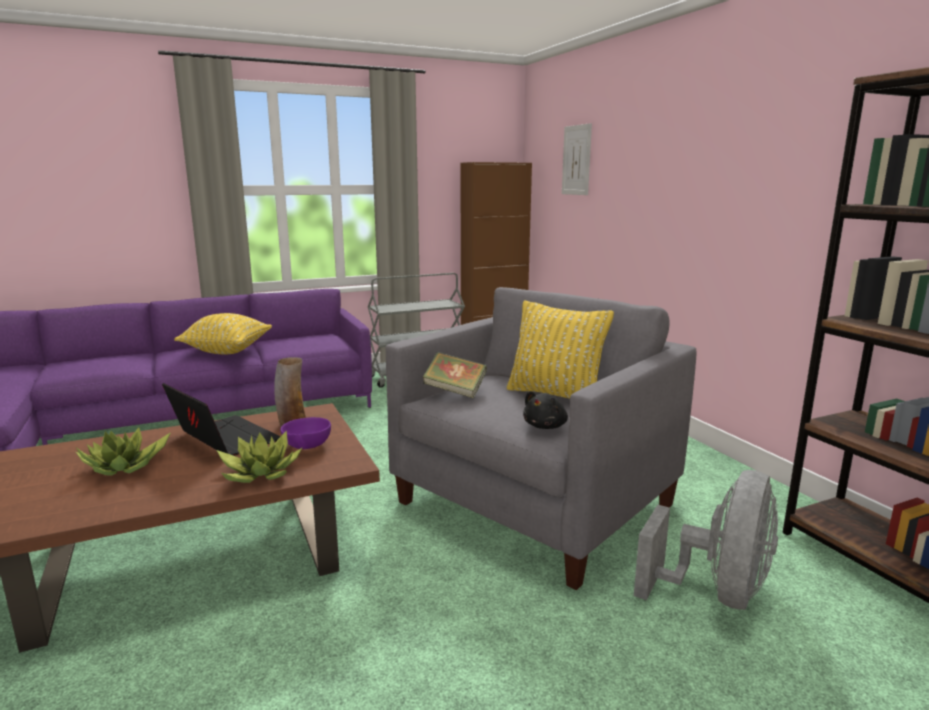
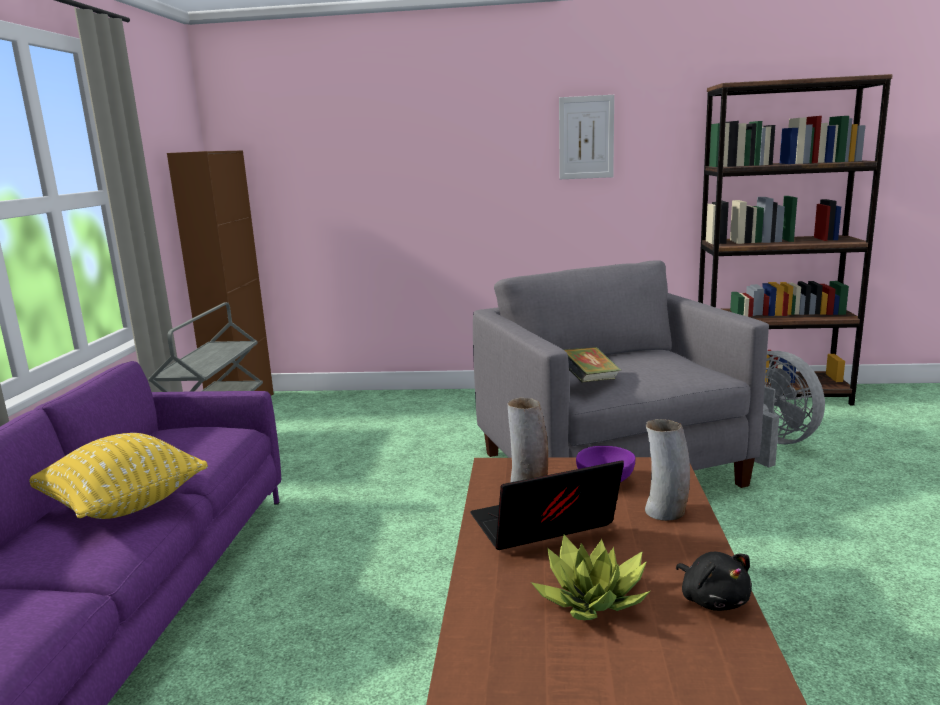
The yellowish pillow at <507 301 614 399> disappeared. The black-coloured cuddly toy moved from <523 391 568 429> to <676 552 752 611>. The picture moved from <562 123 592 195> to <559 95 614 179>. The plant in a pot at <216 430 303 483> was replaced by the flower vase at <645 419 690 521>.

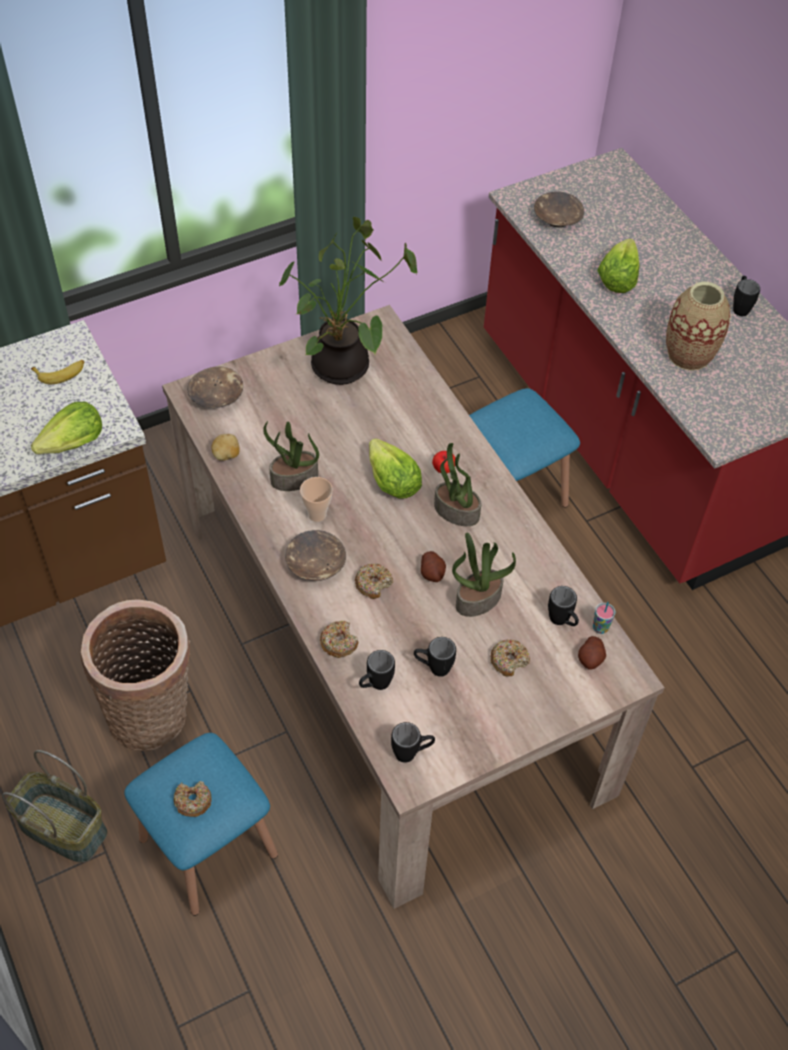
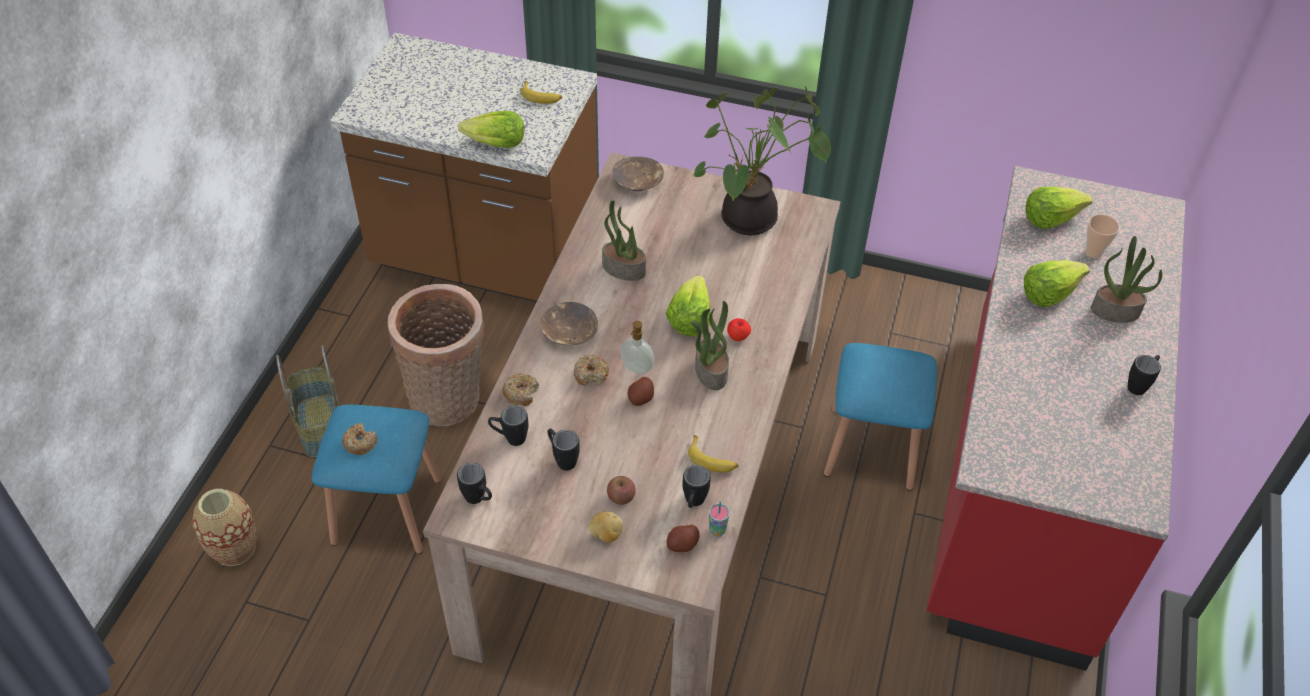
The soap dispenser at <620 321 654 375> appeared. The whole banana at <688 435 738 473> appeared. The whole potato moved from <211 434 240 461> to <589 511 623 543>. The small cup moved from <300 477 333 522> to <1085 214 1120 258>. The plant in a pot moved from <452 532 516 617> to <1091 236 1162 323>. The flower vase moved from <666 281 730 371> to <192 489 257 566>. The ring doughnut at <490 639 530 677> was replaced by the apple at <607 476 636 505>. The brown deep dish at <534 191 584 227> was replaced by the lettuce head at <1026 187 1093 229>.

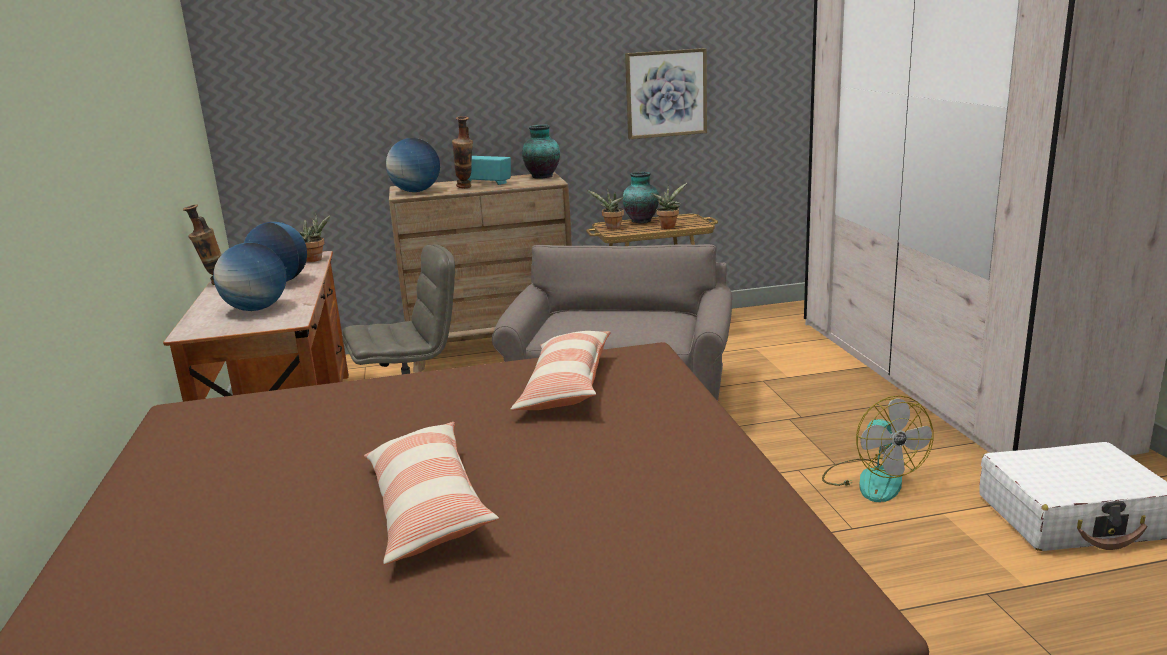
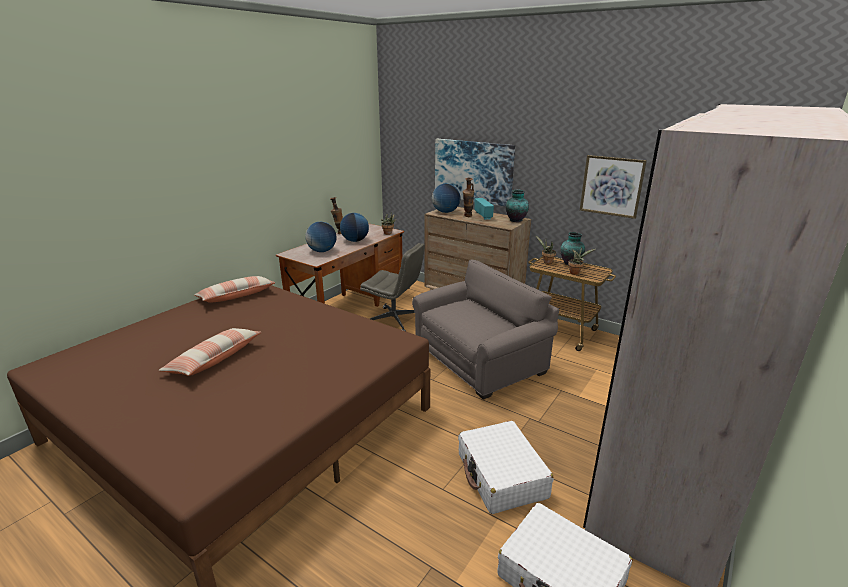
The picture at <435 139 515 207> appeared. The pillow moved from <511 331 611 410> to <194 276 276 303>. The fan at <822 395 934 502> was replaced by the whitish travel case at <458 421 553 514>.

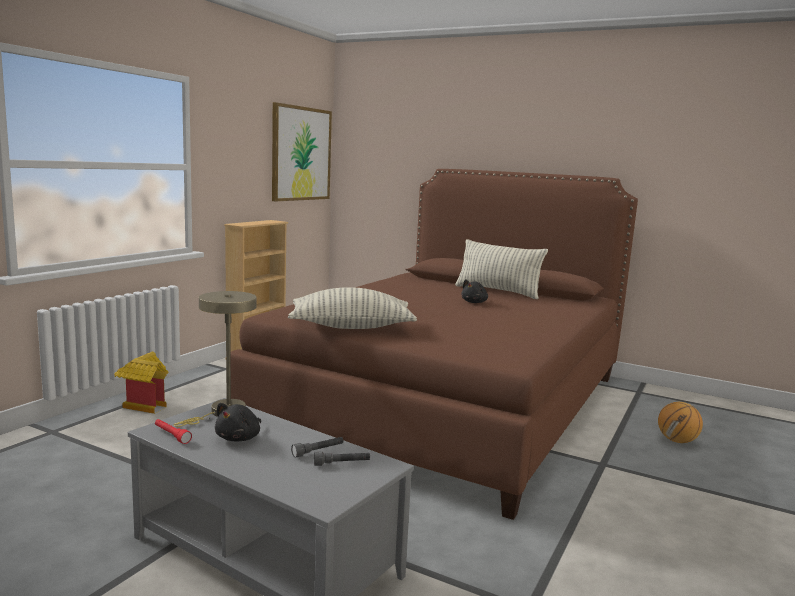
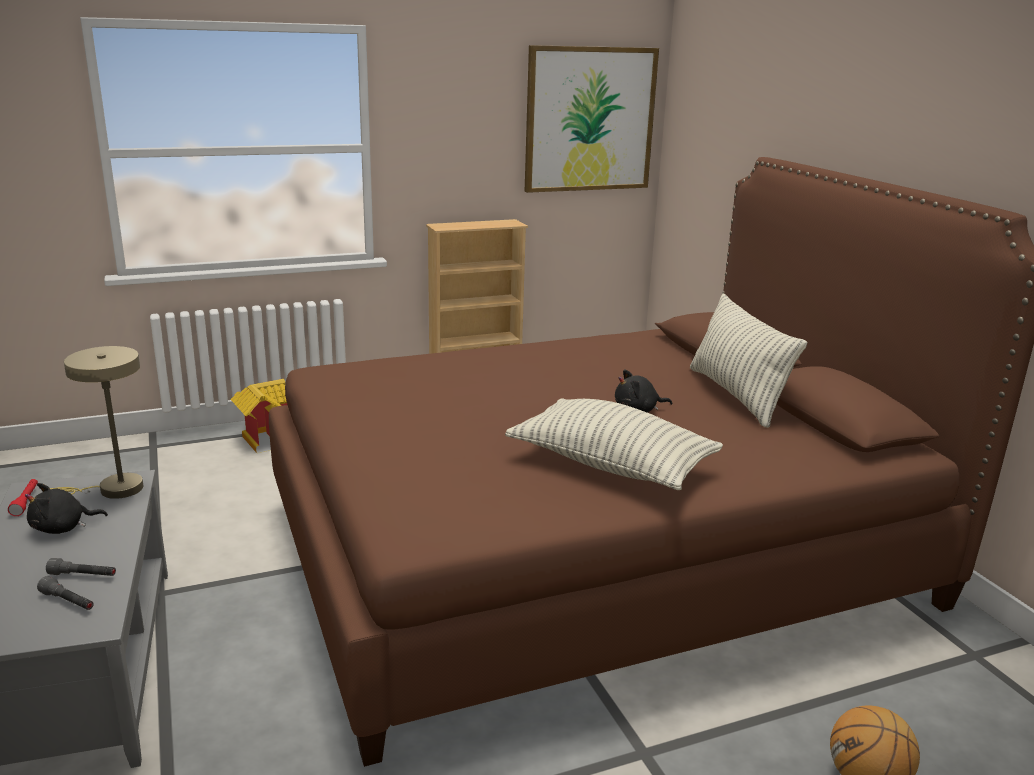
The pillow moved from <288 287 417 329> to <505 398 723 490>.

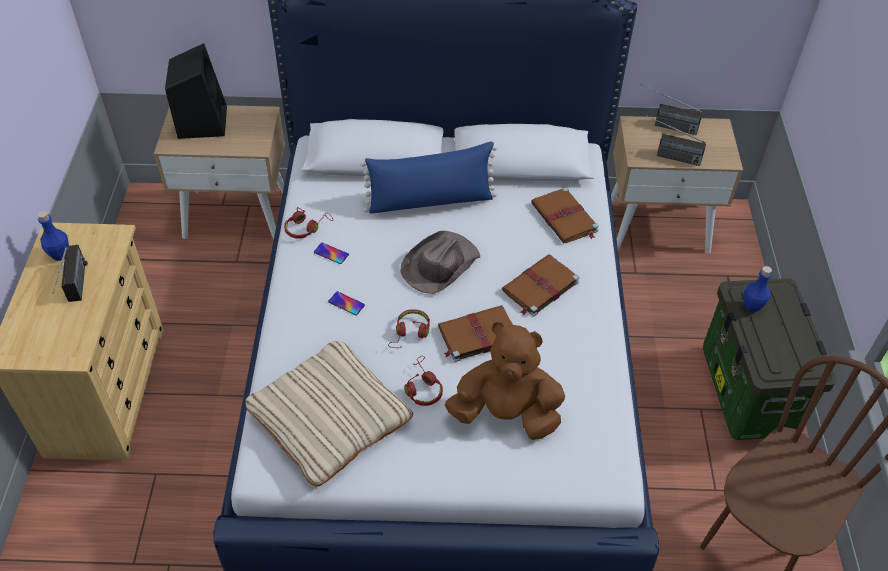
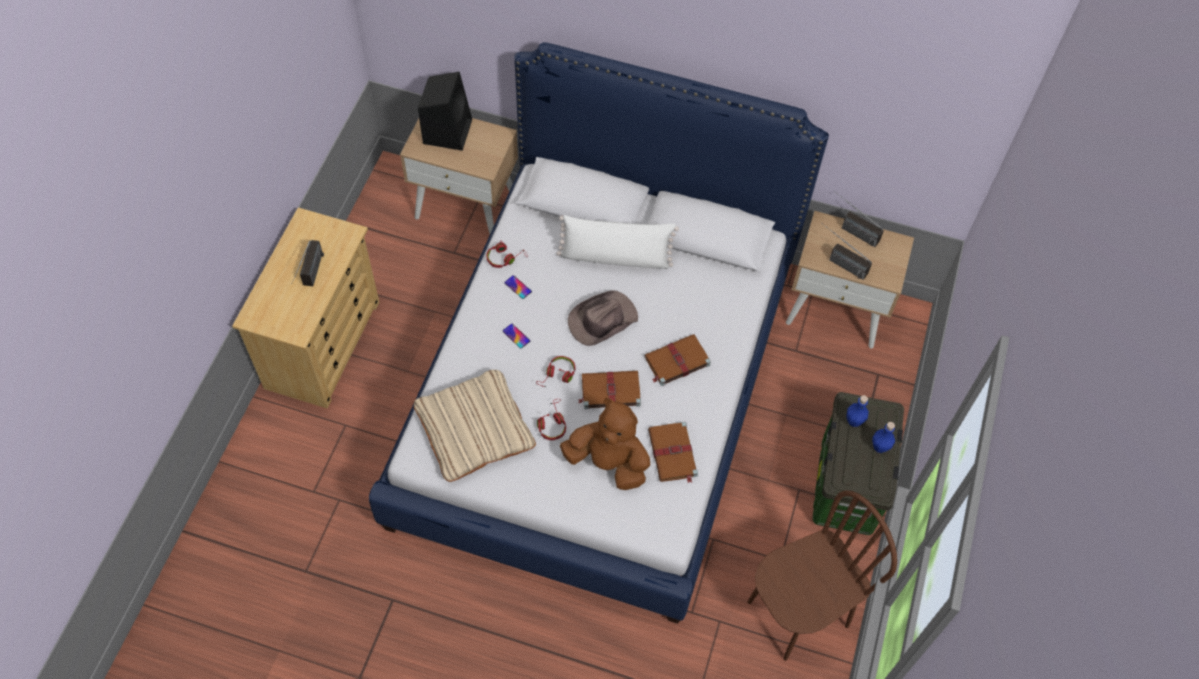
The blue beverage bottle moved from <38 211 69 261> to <872 422 895 453>. The brown book moved from <531 187 599 244> to <648 422 698 483>. The blue pillow at <360 142 497 214> became the whitish pillow at <556 215 679 269>.

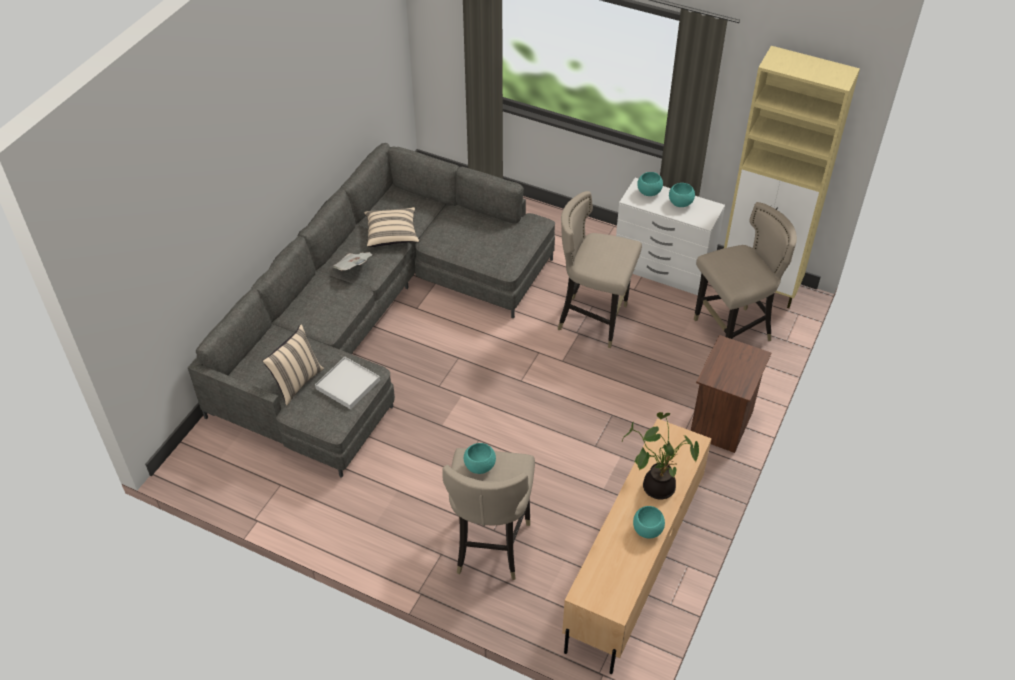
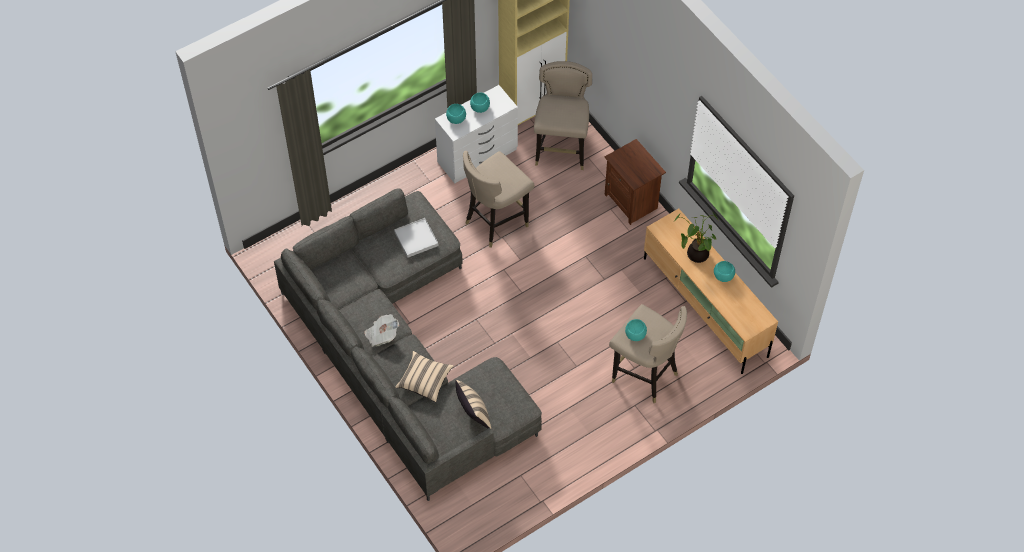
The whitish serving tray moved from <315 357 380 409> to <394 218 438 258>. The sand-coloured pillow moved from <364 207 419 247> to <395 351 454 402>.

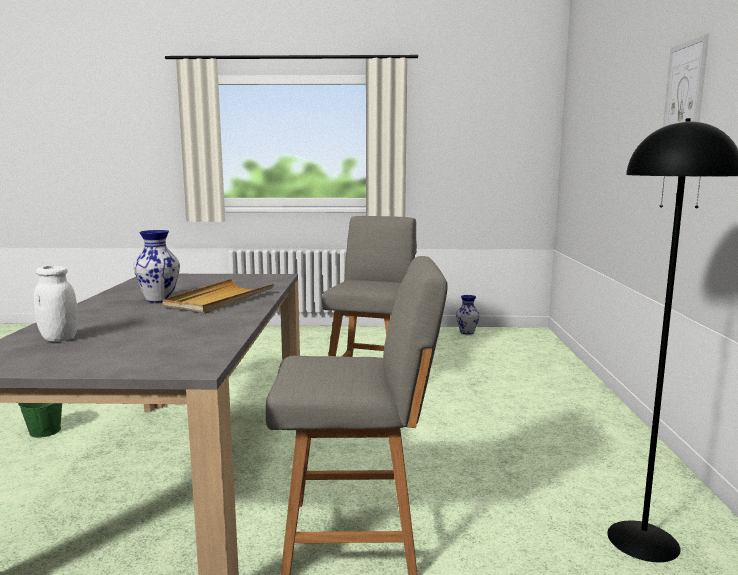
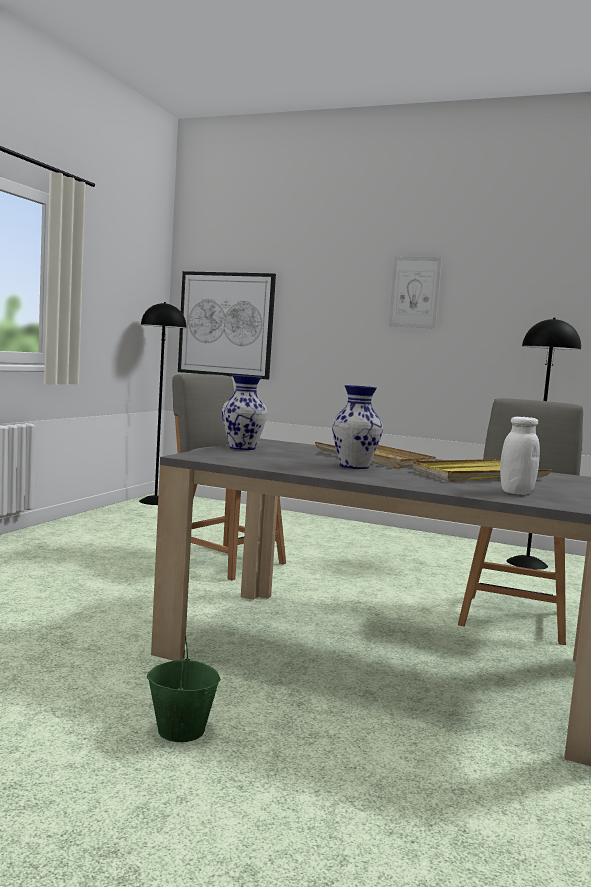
The black-coloured standing lamp at <139 302 186 505> appeared. The picture at <178 271 276 379> appeared. The yellowish serving tray at <413 459 551 482> appeared. The flower vase moved from <456 295 480 334> to <222 375 268 450>.

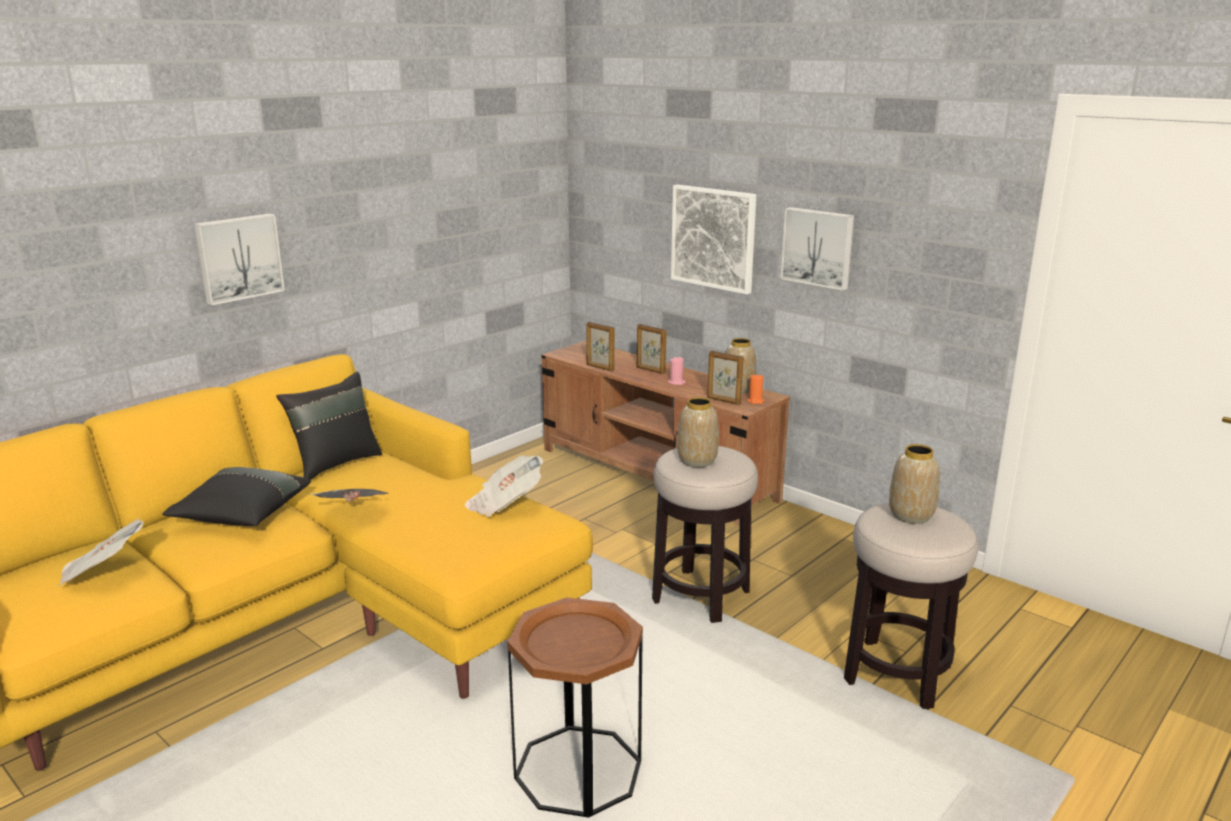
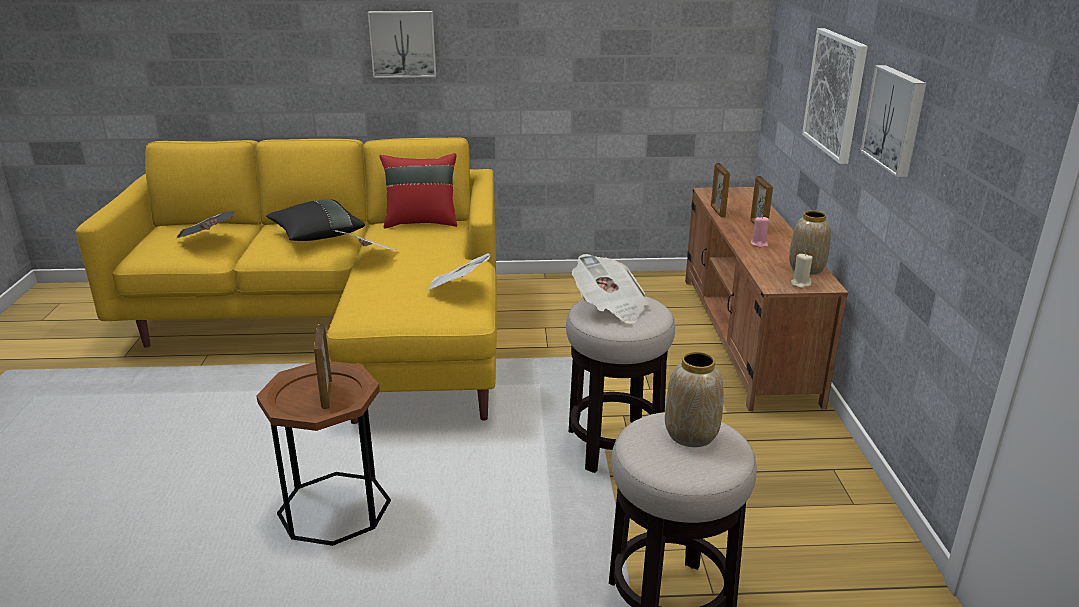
The picture frame moved from <707 351 744 405> to <314 324 332 409>. The flower vase at <677 397 719 467> was replaced by the daily paper at <572 254 650 324>. The black-coloured pillow at <276 372 382 480> became the red-coloured pillow at <380 153 457 228>. The orange wax light at <747 375 764 404> became the sand-coloured wax light at <791 253 813 288>.

